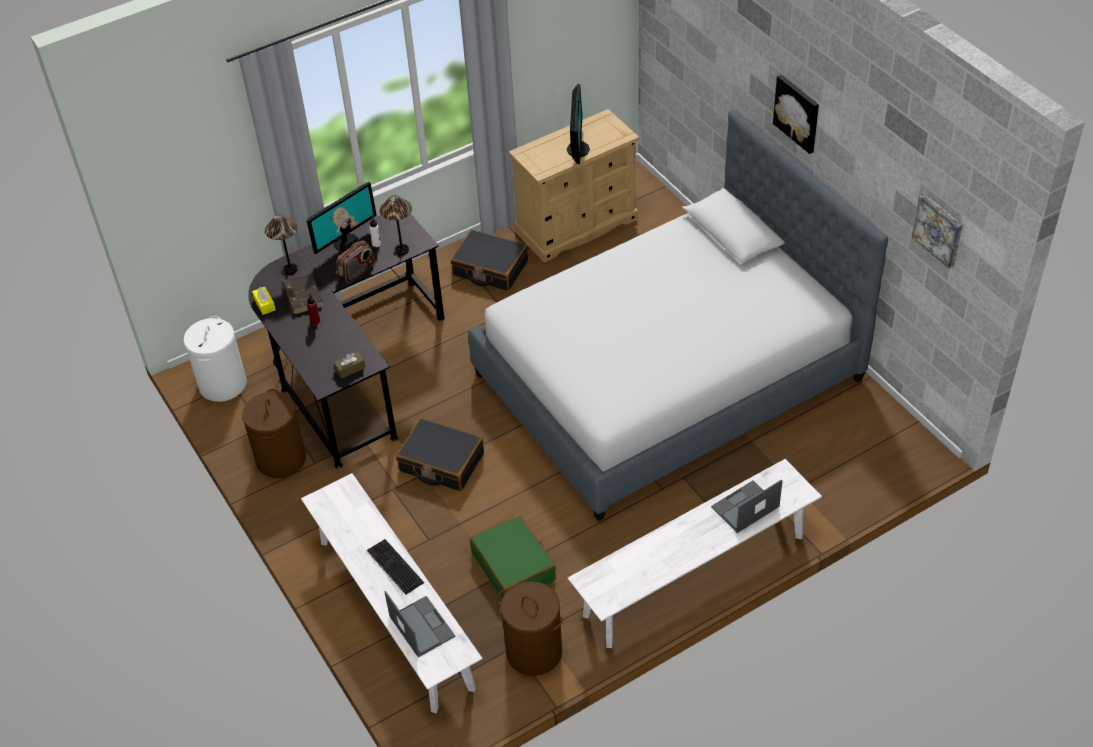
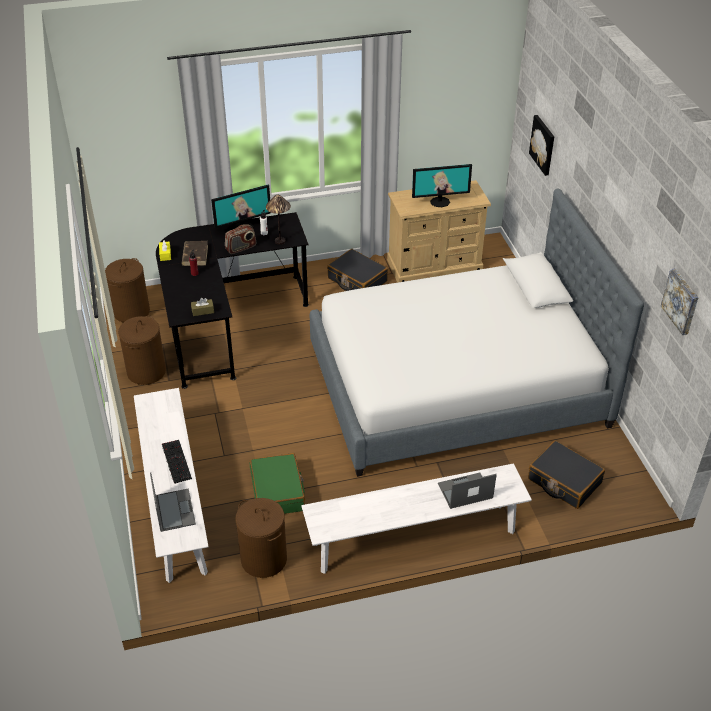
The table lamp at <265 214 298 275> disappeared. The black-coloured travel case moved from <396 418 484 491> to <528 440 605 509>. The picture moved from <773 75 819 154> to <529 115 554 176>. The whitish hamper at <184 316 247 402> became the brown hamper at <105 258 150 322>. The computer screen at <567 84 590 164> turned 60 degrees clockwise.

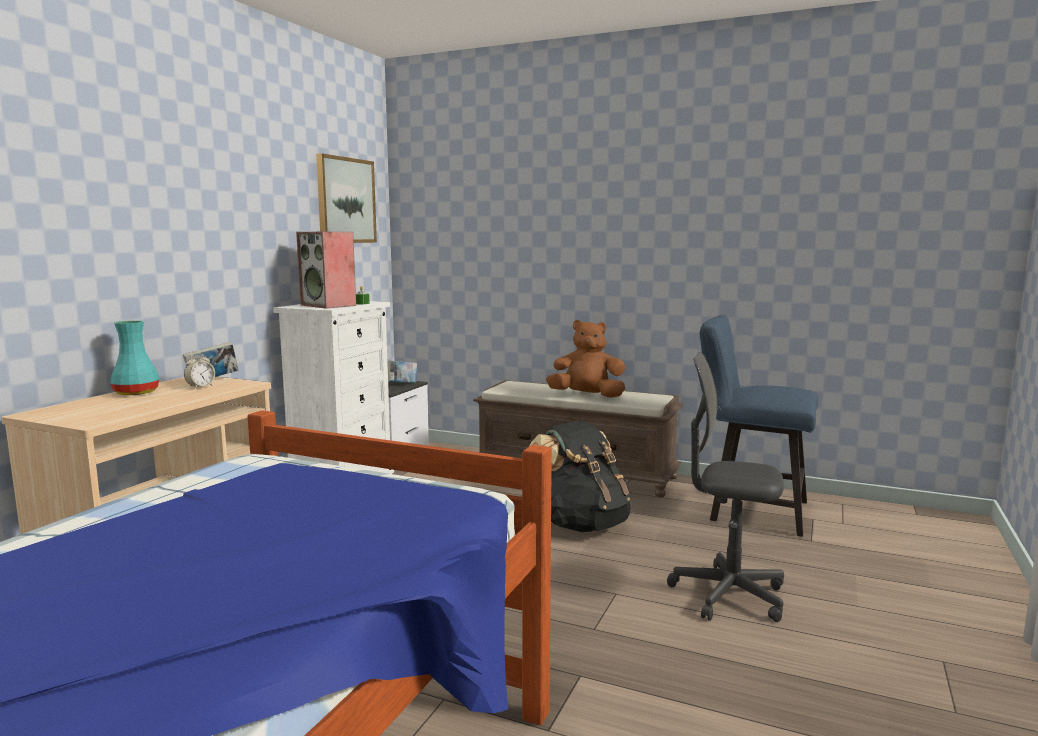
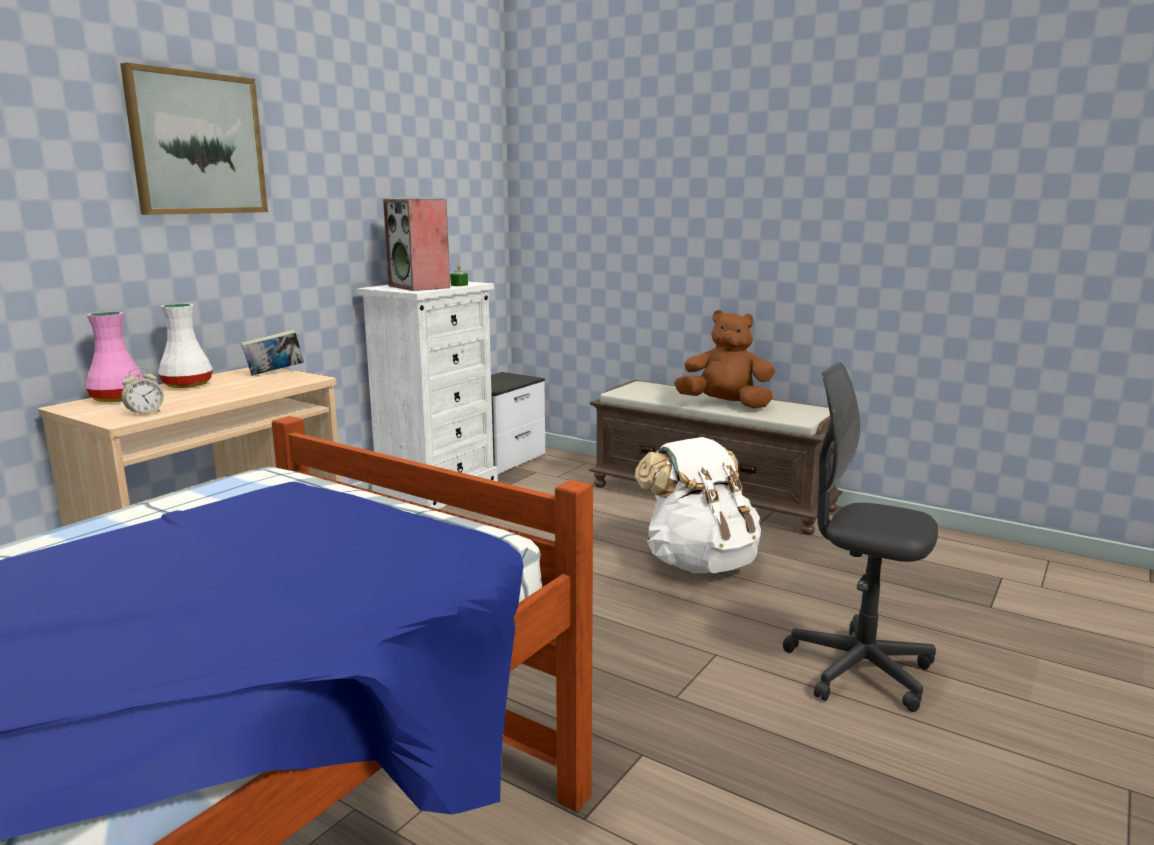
The book at <387 361 417 383> disappeared. The blue chair at <700 315 818 537> disappeared. The pink flower vase at <86 311 144 402> appeared. The alarm clock moved from <184 353 215 389> to <121 368 164 417>. The picture moved from <316 153 377 243> to <120 62 268 215>. The turquoise flower vase at <110 320 159 395> became the whitish flower vase at <158 304 213 388>. The black-coloured rucksack at <529 421 632 532> became the whitish rucksack at <635 437 761 573>.

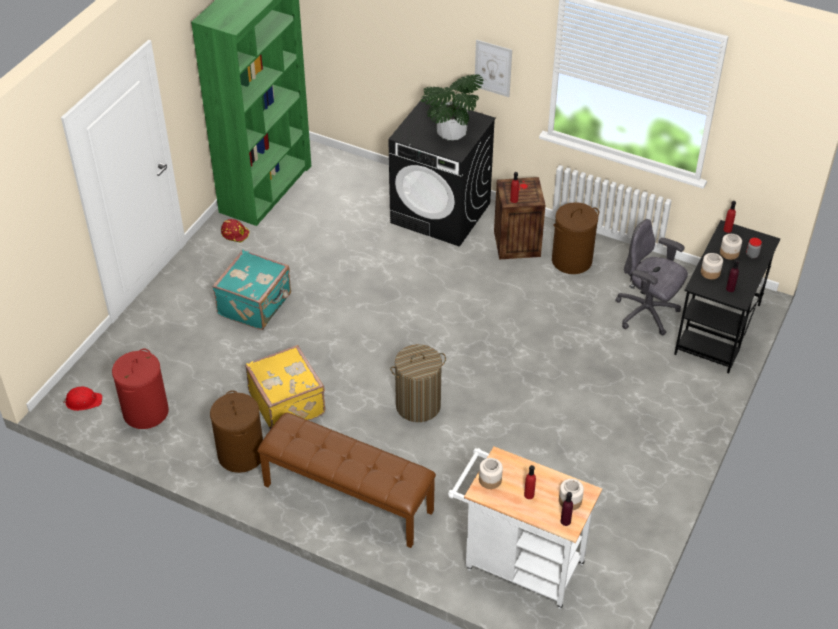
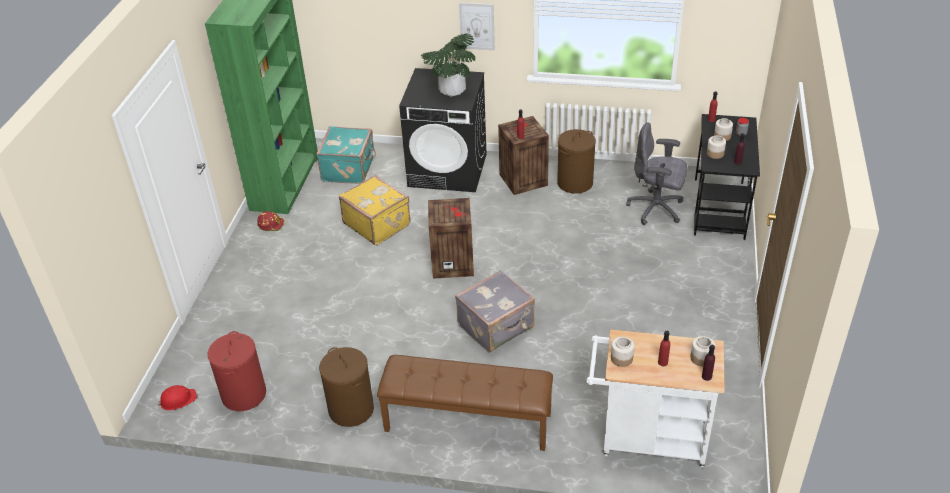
The packing crate at <428 198 474 279> appeared. The turquoise travel case moved from <212 250 291 330> to <316 126 376 184>. The yellowish travel case moved from <245 345 325 429> to <339 175 411 245>. The hamper at <390 344 446 422> was replaced by the grey travel case at <455 270 535 352>.

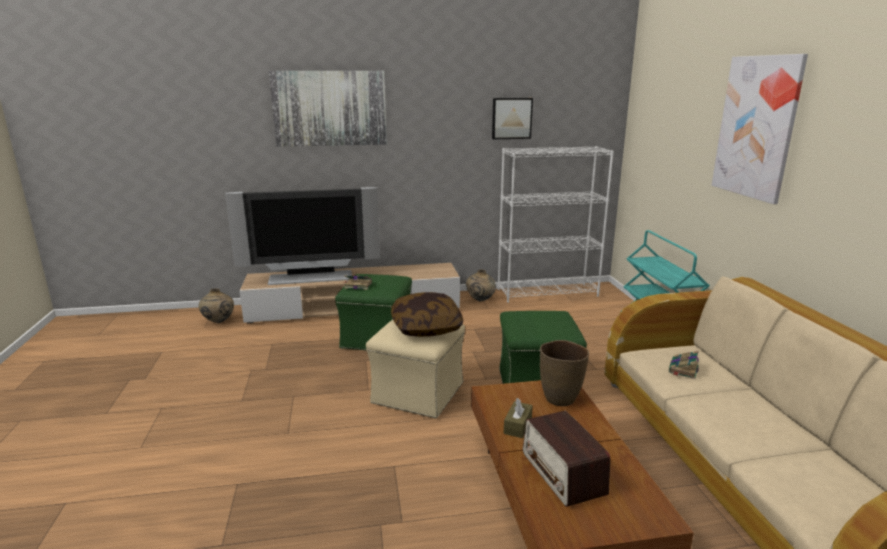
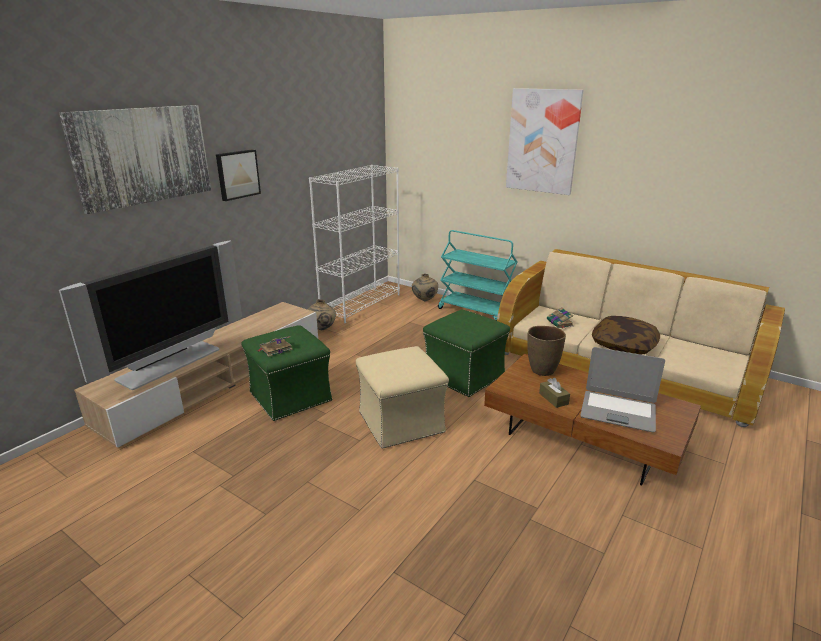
The sand-coloured flower vase moved from <199 288 234 323> to <412 274 438 301>. The pillow moved from <391 292 463 337> to <592 316 660 354>. The picture moved from <492 98 533 139> to <216 149 261 201>. The radio at <523 411 610 507> was replaced by the notebook computer at <580 347 665 433>.

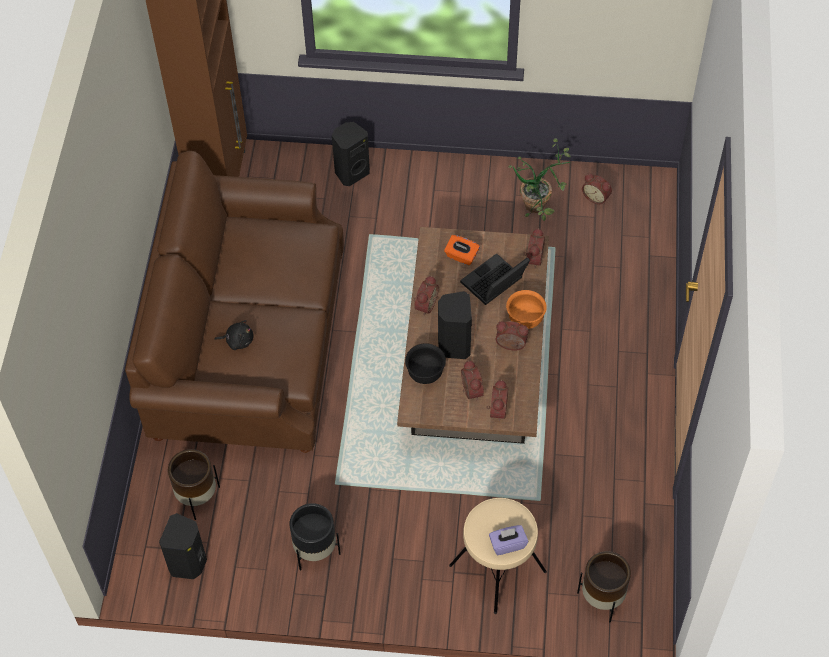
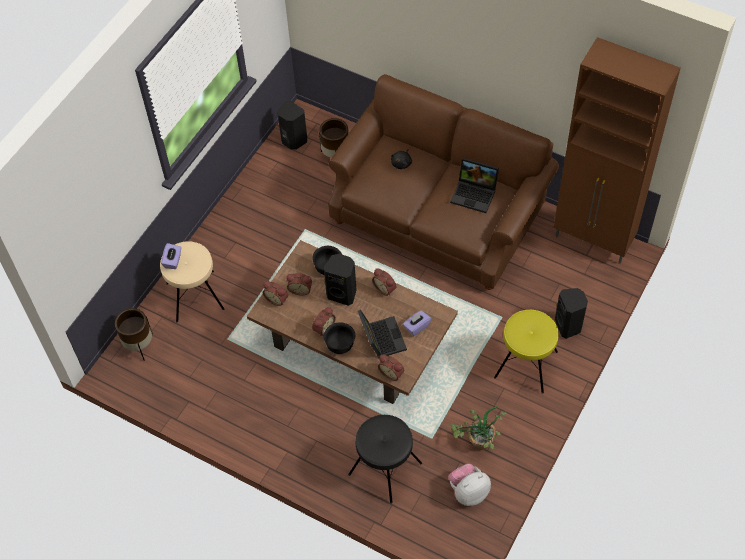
The black-coloured plant pot at <289 503 341 571> disappeared. The black-coloured stool at <348 415 422 504> appeared. The notebook computer at <450 158 499 213> appeared. The yellowish stool at <494 310 558 394> appeared. The alarm clock at <582 173 612 204> was replaced by the cuddly toy at <449 464 491 506>. The orange box of tissues at <444 235 480 265> became the purplish box of tissues at <403 310 431 336>. The orange deep dish at <506 290 547 329> became the black-coloured deep dish at <324 322 355 354>.

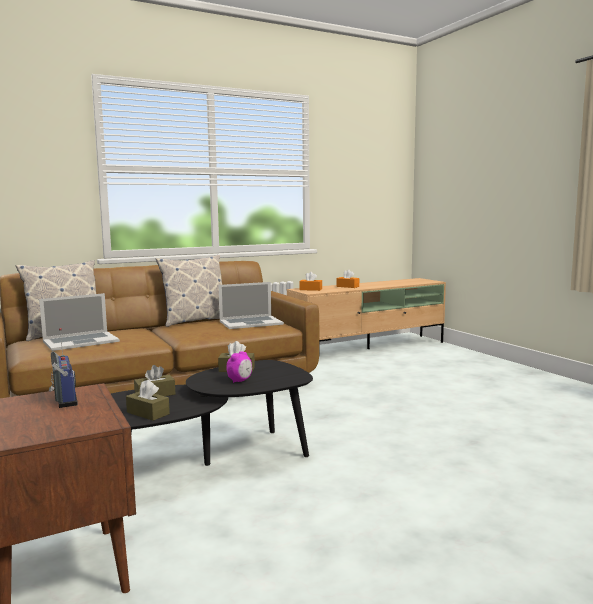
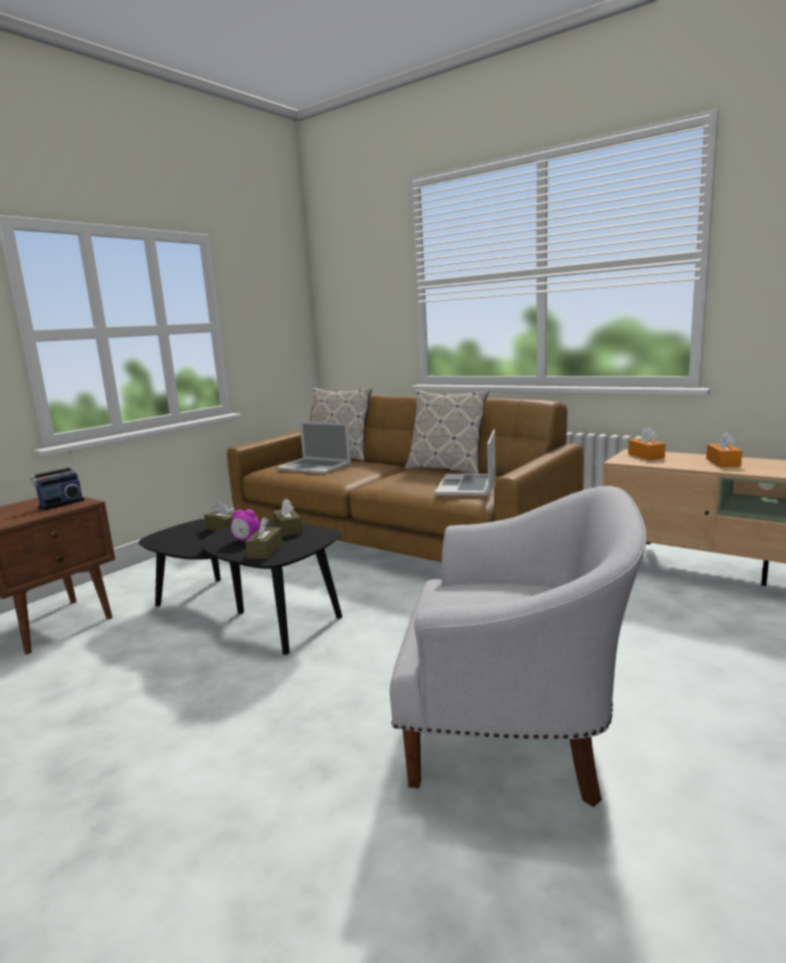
The whitish easy chair at <390 486 647 807> appeared. The brown box of tissues moved from <126 380 170 421> to <245 517 283 559>. The notebook computer at <219 282 284 329> turned 60 degrees clockwise.

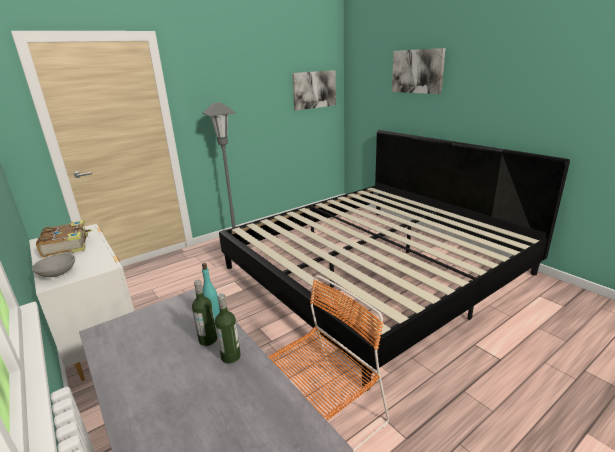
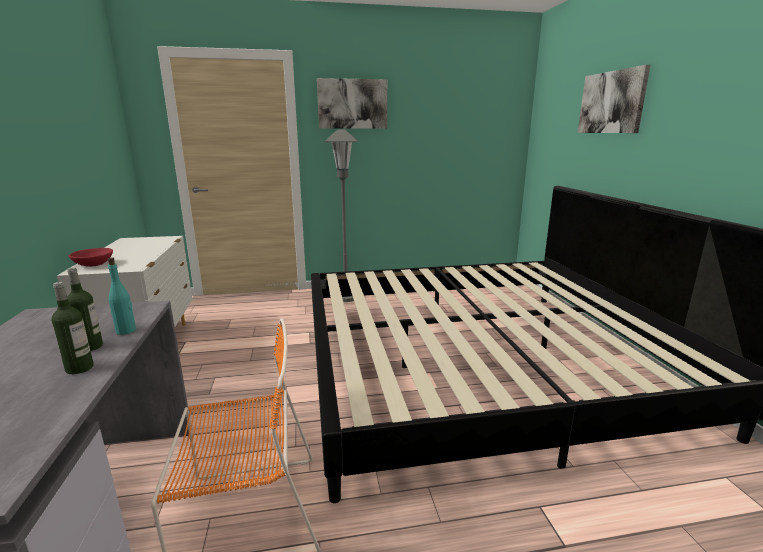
The book at <36 220 93 258> disappeared. The picture moved from <292 70 336 111> to <317 78 387 129>. The grey deep dish at <32 254 75 277> became the red-coloured deep dish at <69 248 113 267>.

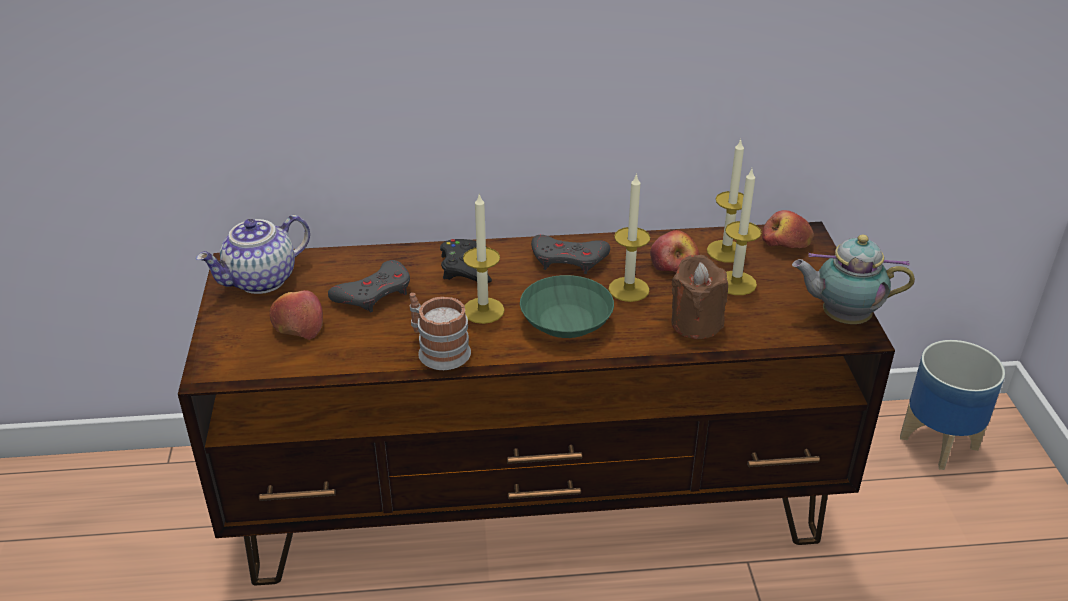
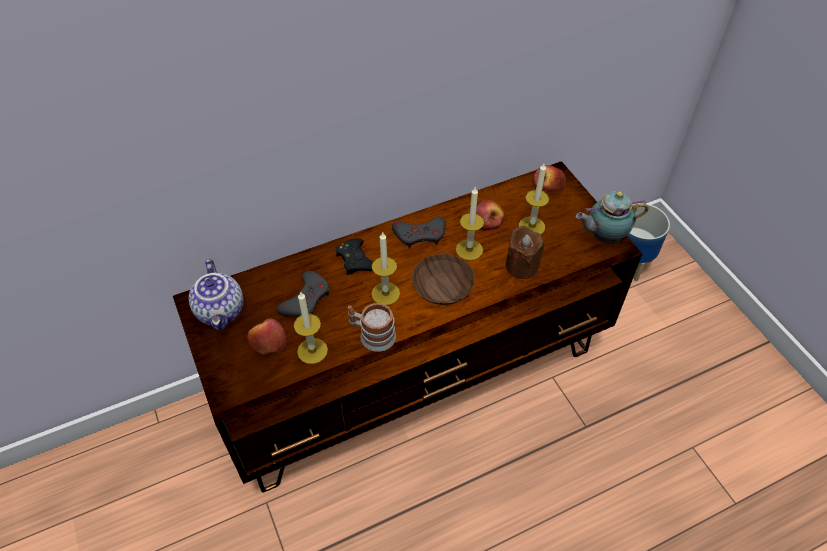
The wax light moved from <707 139 746 263> to <294 291 328 364>. The green deep dish at <520 275 614 338> became the brown deep dish at <412 254 475 305>. The teapot at <196 215 310 294> turned 45 degrees counterclockwise.

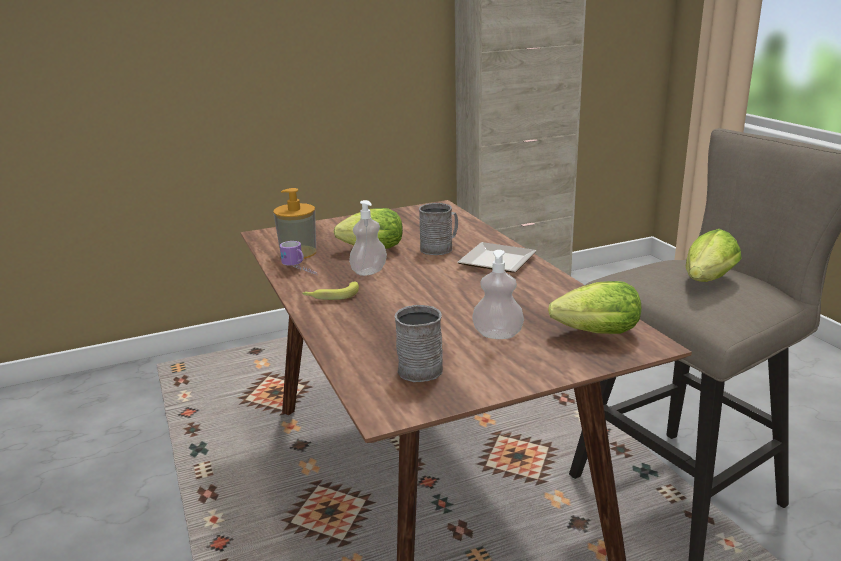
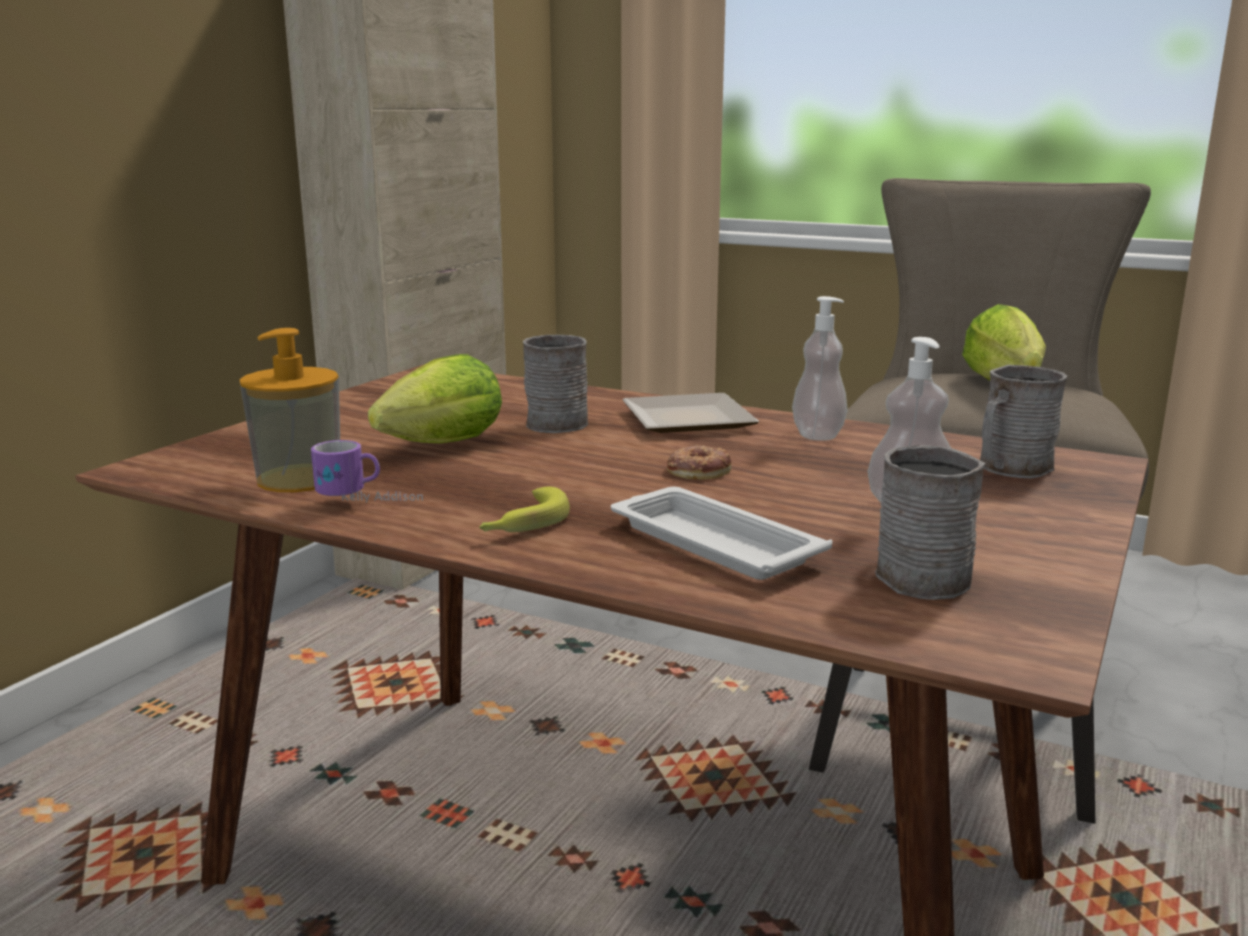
The whitish serving tray at <611 487 832 580> appeared. The ring doughnut at <667 444 731 480> appeared. The soap dispenser moved from <349 200 387 276> to <792 296 847 441>. The lettuce head at <548 281 641 334> was replaced by the grey coffee mug at <980 365 1067 478>.

